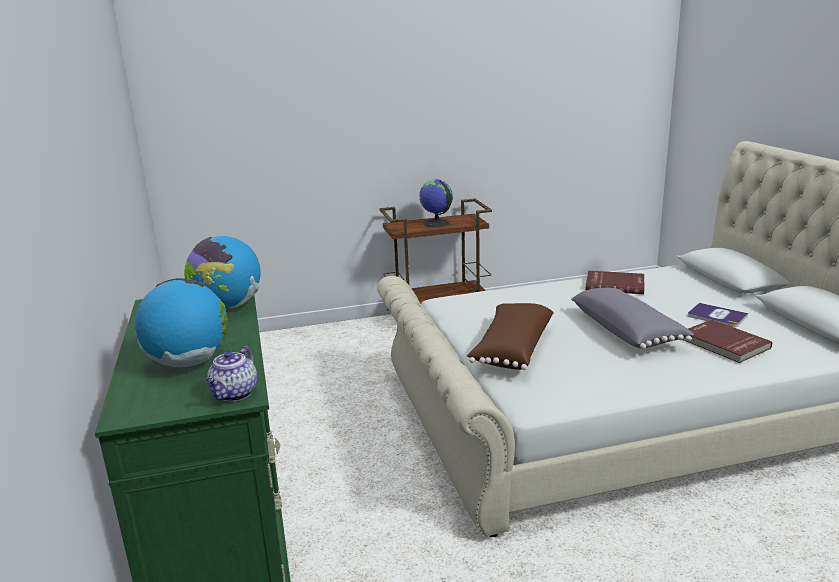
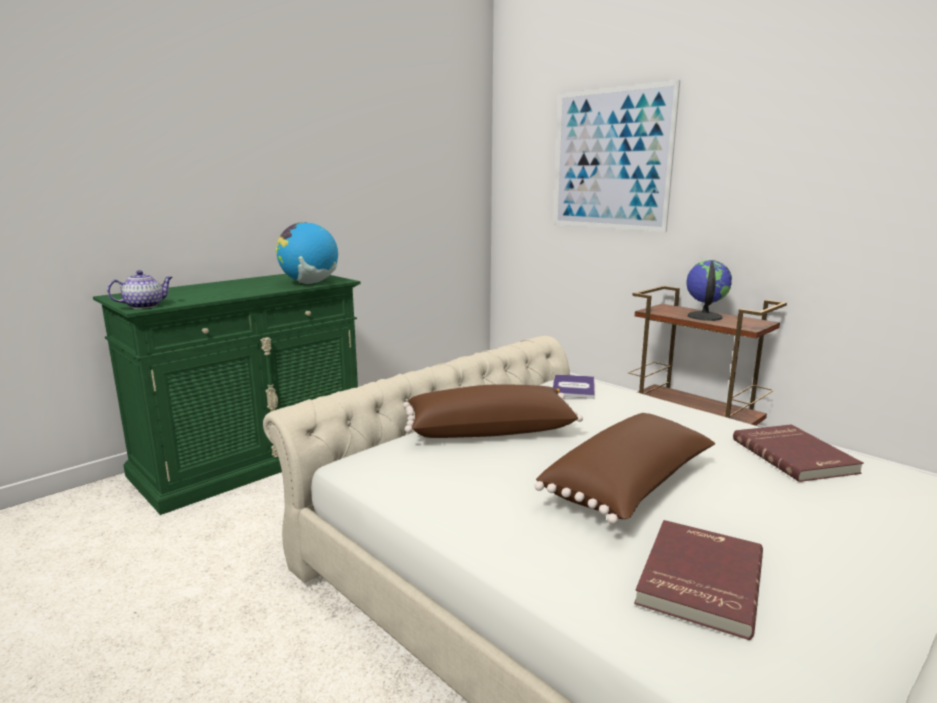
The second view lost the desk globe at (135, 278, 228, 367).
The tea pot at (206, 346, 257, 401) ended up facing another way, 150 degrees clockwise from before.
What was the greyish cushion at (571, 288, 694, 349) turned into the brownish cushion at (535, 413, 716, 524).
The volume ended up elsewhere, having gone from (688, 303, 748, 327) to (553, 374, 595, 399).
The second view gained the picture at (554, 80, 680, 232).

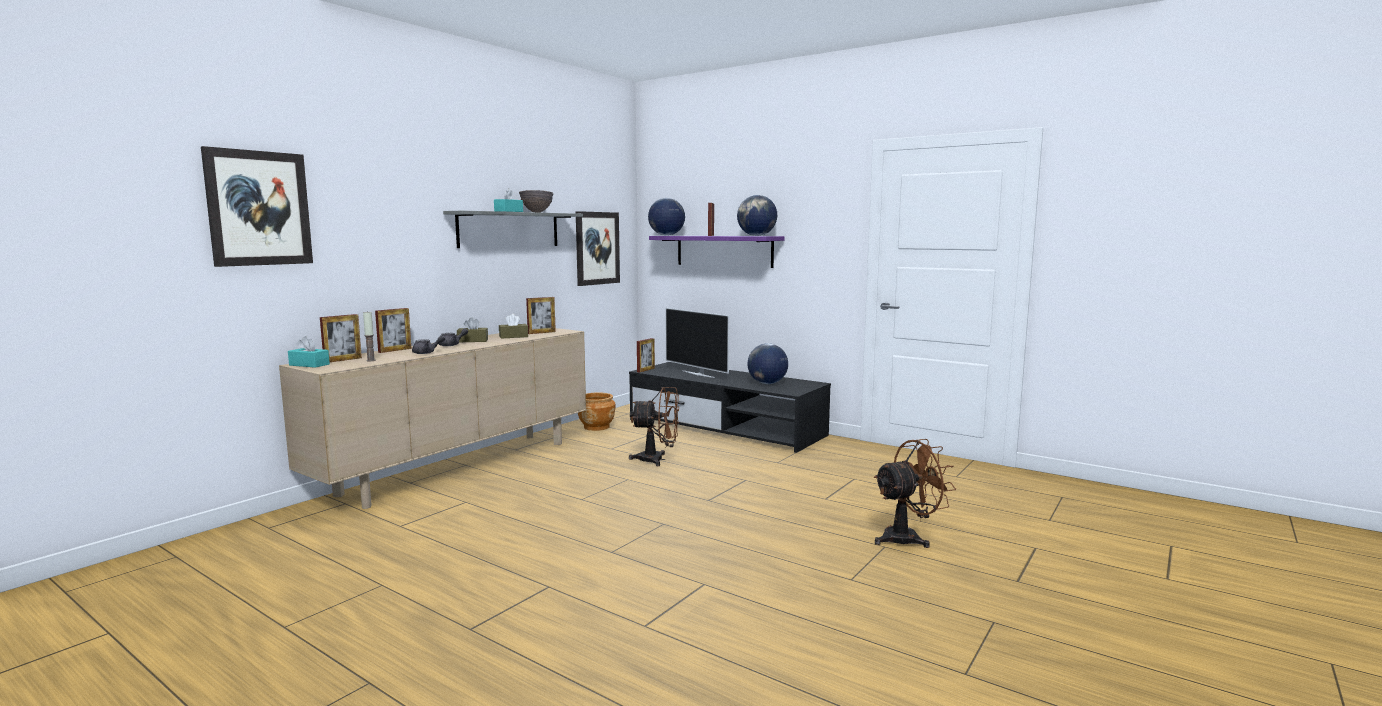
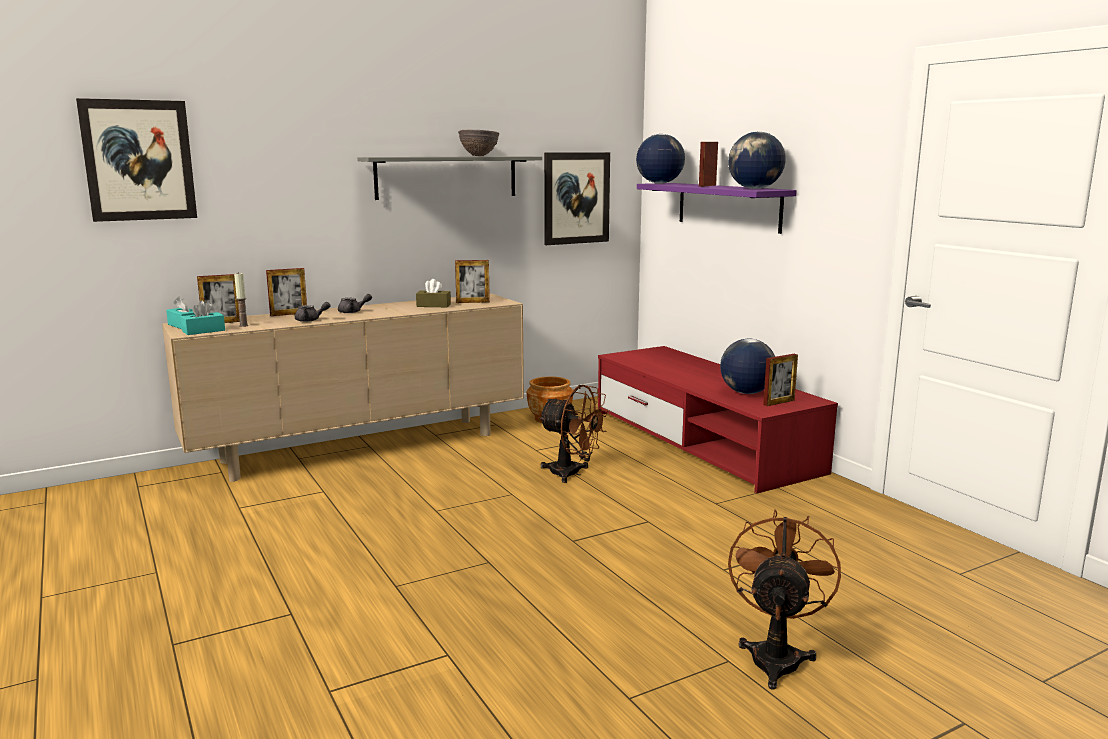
The second view lost the brownish tissue holder at (457, 317, 488, 342).
The turquoise-coloured tissue holder ended up elsewhere, having gone from (494, 188, 523, 212) to (181, 300, 225, 335).
What was the black tv stand at (629, 362, 831, 453) turned into the reddish tv stand at (598, 346, 838, 493).
The standing frame ended up elsewhere, having gone from (637, 338, 655, 372) to (763, 354, 798, 406).
The second view lost the TV set at (665, 308, 729, 378).
The brownish cooling fan at (874, 439, 956, 548) ended up facing another way, 75 degrees counterclockwise from before.

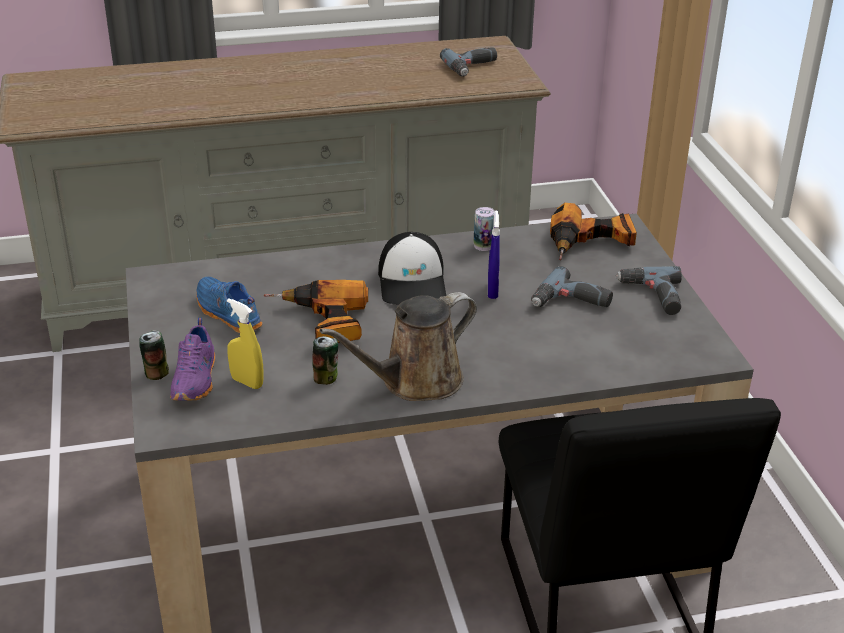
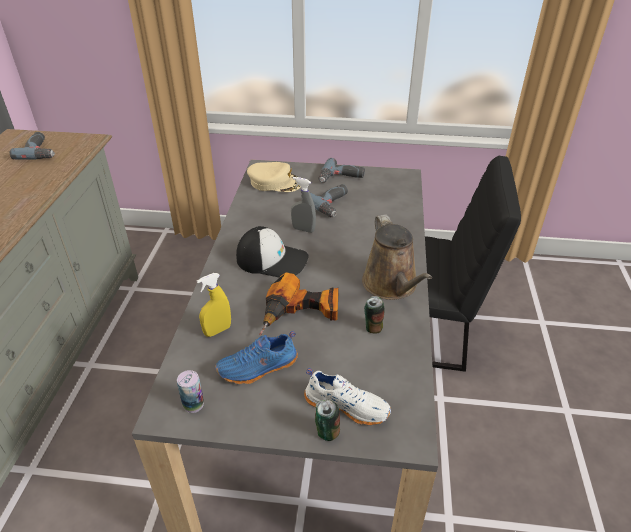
What was the purplish shoe at (170, 318, 215, 401) turned into the white-coloured shoe at (304, 368, 391, 425).
The yellow spray bottle ended up elsewhere, having gone from (227, 298, 263, 389) to (197, 273, 231, 337).
The metal can ended up elsewhere, having gone from (474, 207, 495, 251) to (177, 370, 204, 413).
What was the blue-coloured spray bottle at (488, 210, 500, 299) turned into the greyish spray bottle at (291, 177, 316, 233).
Where the power drill stood at (550, 203, 637, 260), the beige-coloured baseball cap came to stand at (247, 162, 300, 192).

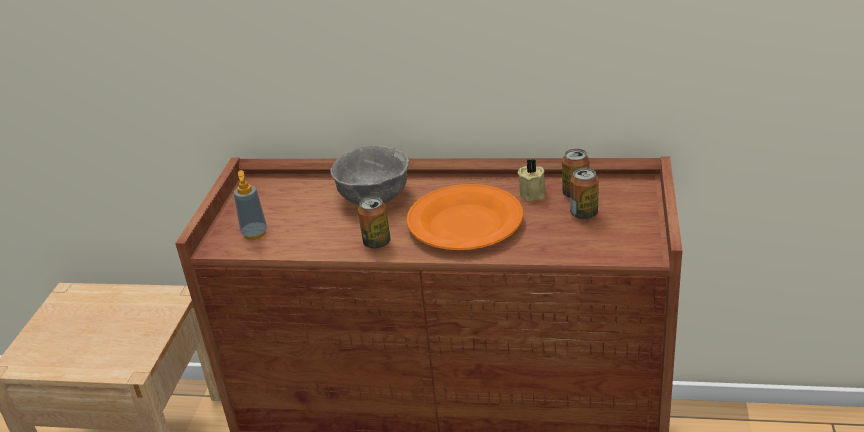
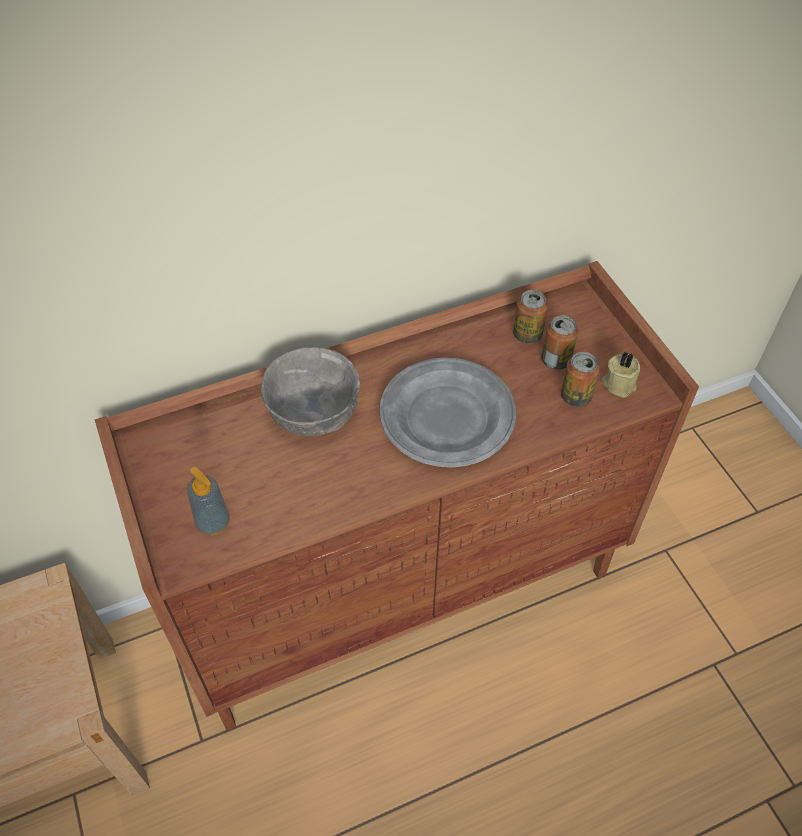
The metal can ended up elsewhere, having gone from (358, 197, 390, 249) to (561, 352, 600, 407).
What was the orange flat dish at (407, 184, 523, 250) turned into the greyish flat dish at (379, 358, 516, 467).
The beige-coloured wax light ended up elsewhere, having gone from (518, 159, 546, 201) to (602, 352, 640, 398).

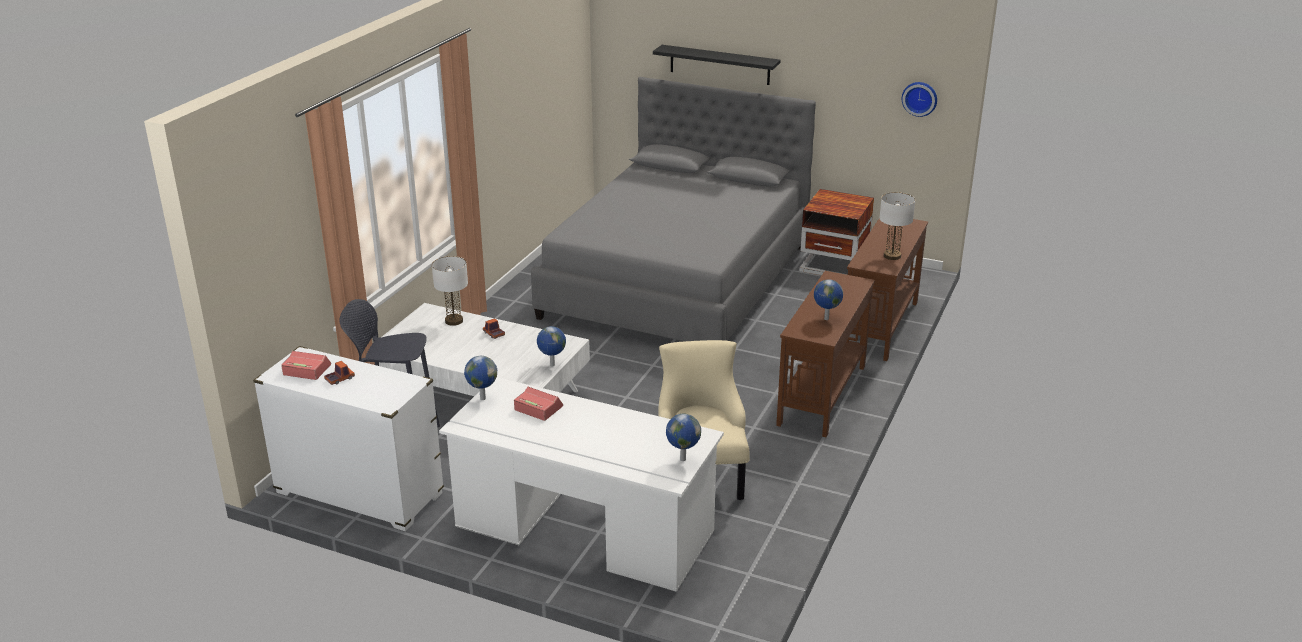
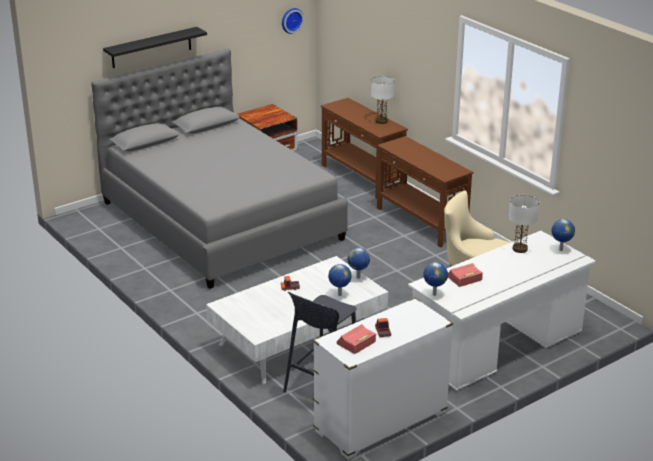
The table lamp ended up elsewhere, having gone from (432, 256, 468, 326) to (509, 195, 539, 253).
The desk globe ended up elsewhere, having gone from (814, 279, 843, 320) to (328, 264, 352, 296).

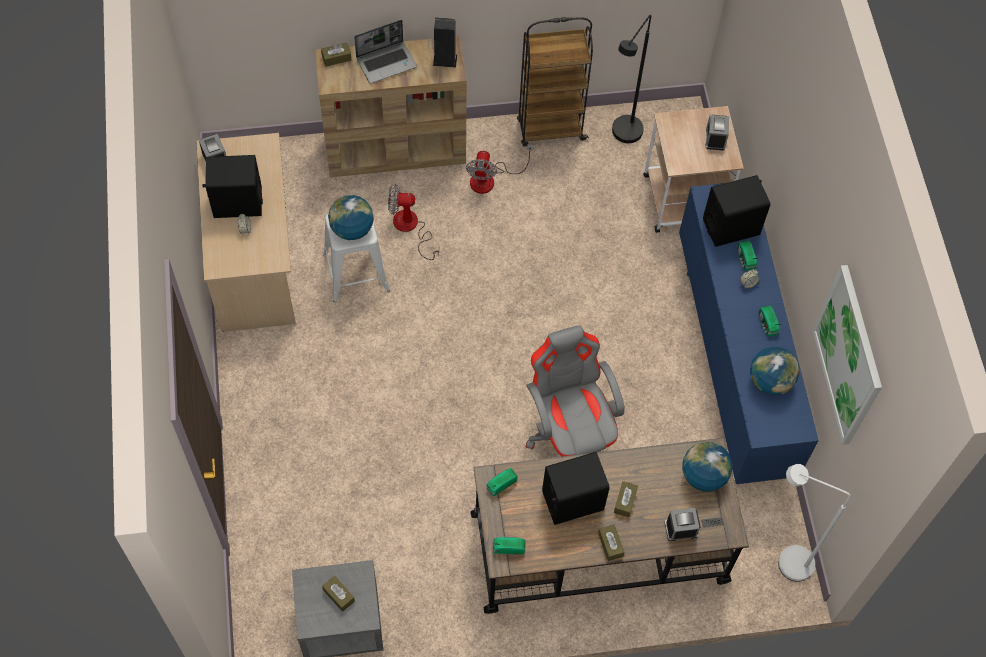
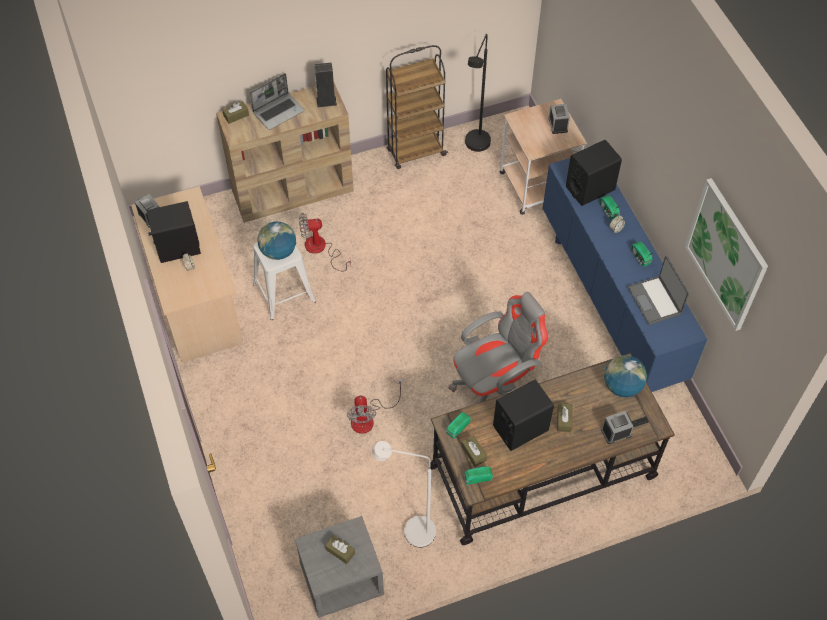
The cooling fan ended up elsewhere, having gone from (466, 144, 534, 194) to (347, 378, 403, 434).
The greyish computer chair at (525, 325, 625, 457) ended up facing another way, 90 degrees clockwise from before.
The brownish tissue holder ended up elsewhere, having gone from (598, 524, 624, 561) to (461, 435, 487, 467).
Where the desk globe stood at (750, 347, 800, 395), the notebook computer came to stand at (628, 256, 689, 325).
The white-coloured standing lamp ended up elsewhere, having gone from (778, 464, 851, 582) to (372, 441, 436, 547).

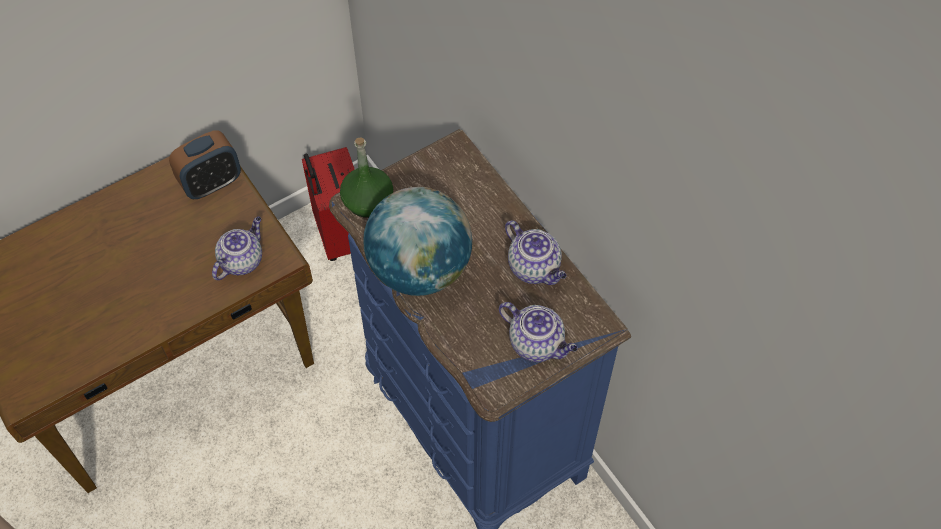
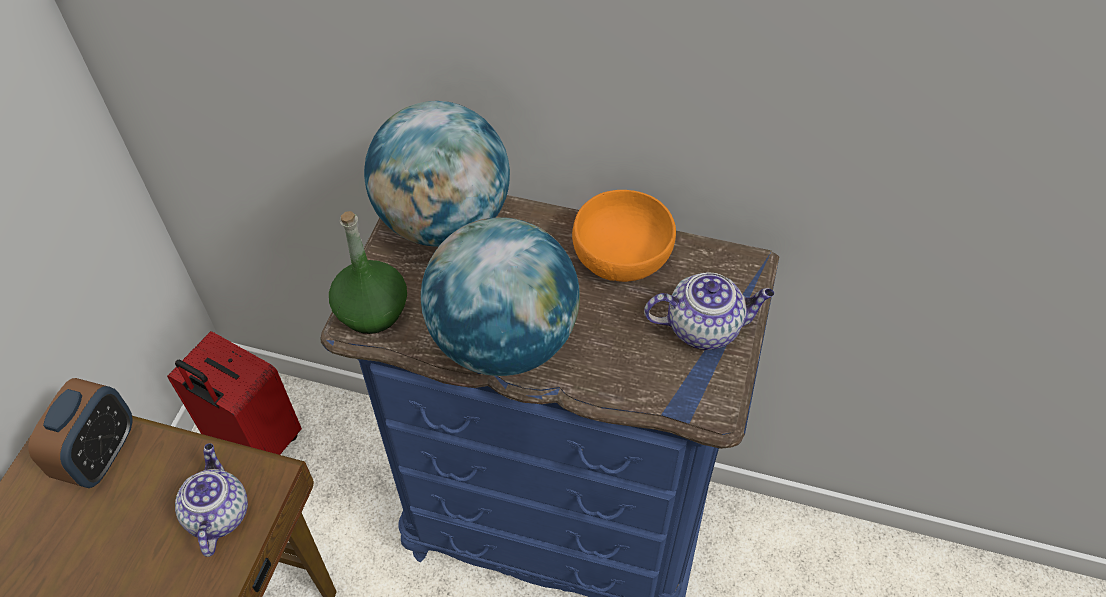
Where the tea pot stood at (505, 220, 566, 285), the orange deep dish came to stand at (572, 190, 676, 282).
The second view gained the desk globe at (364, 101, 510, 247).

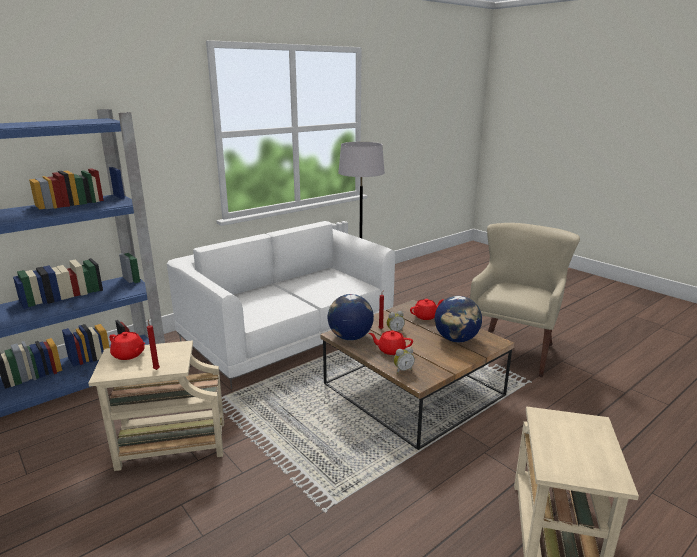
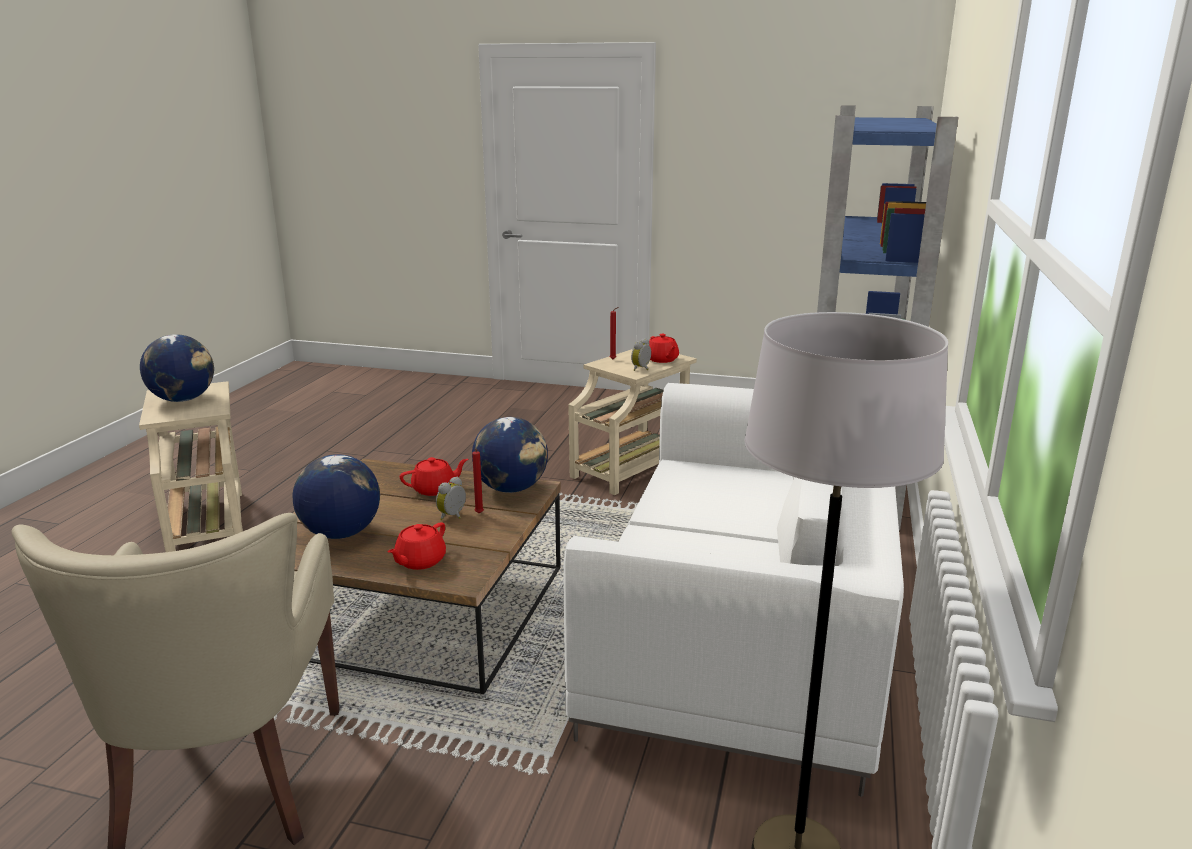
The reddish tea pot at (109, 332, 145, 360) ended up facing another way, 105 degrees counterclockwise from before.
The bedside clock ended up elsewhere, having gone from (394, 347, 415, 373) to (631, 338, 651, 371).
The second view gained the desk globe at (140, 334, 214, 402).

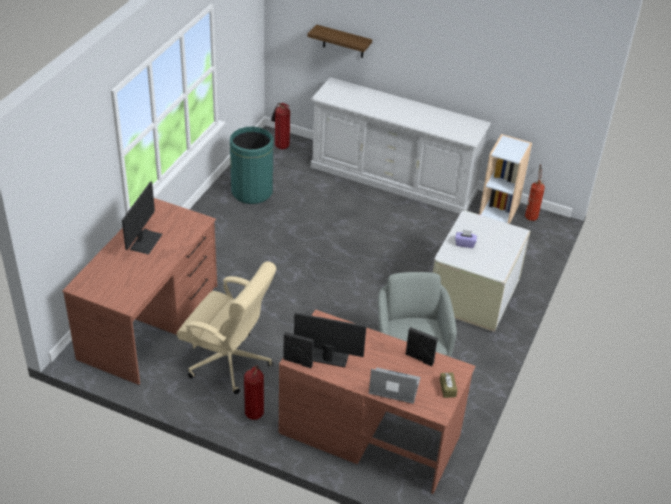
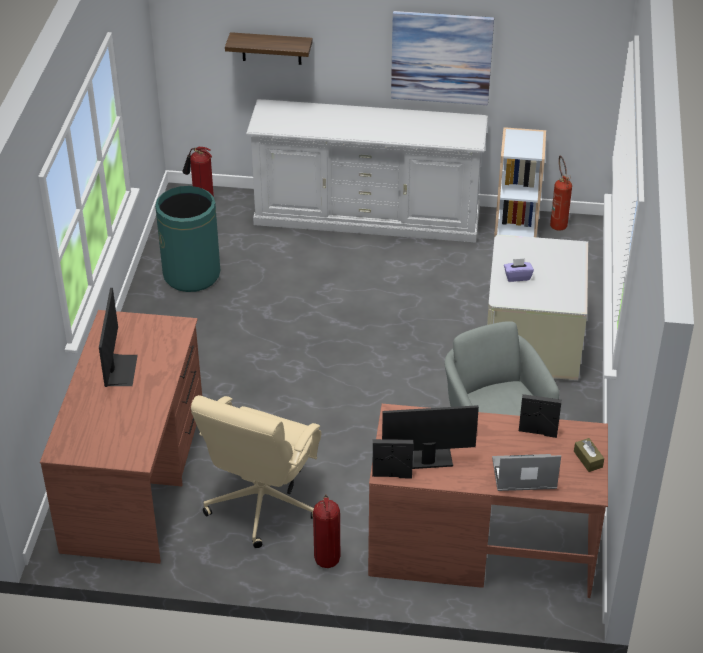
The beige-coloured computer chair at (177, 261, 276, 394) ended up facing another way, 105 degrees clockwise from before.
The second view gained the picture at (391, 11, 494, 105).

